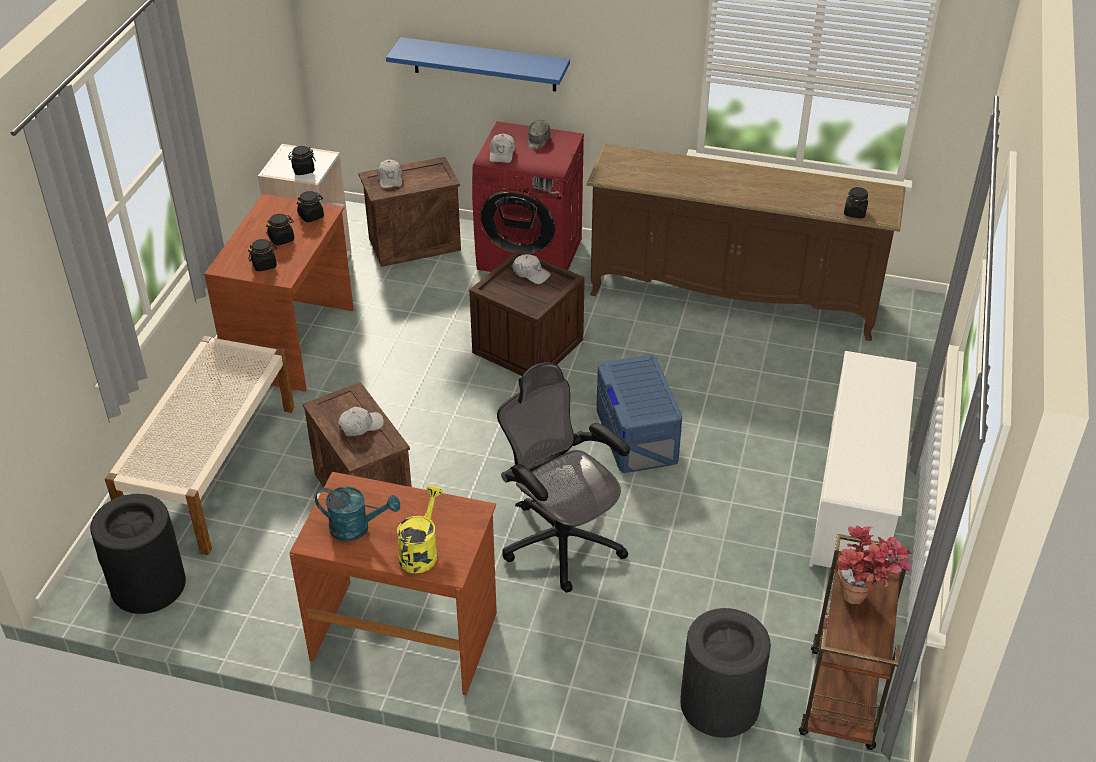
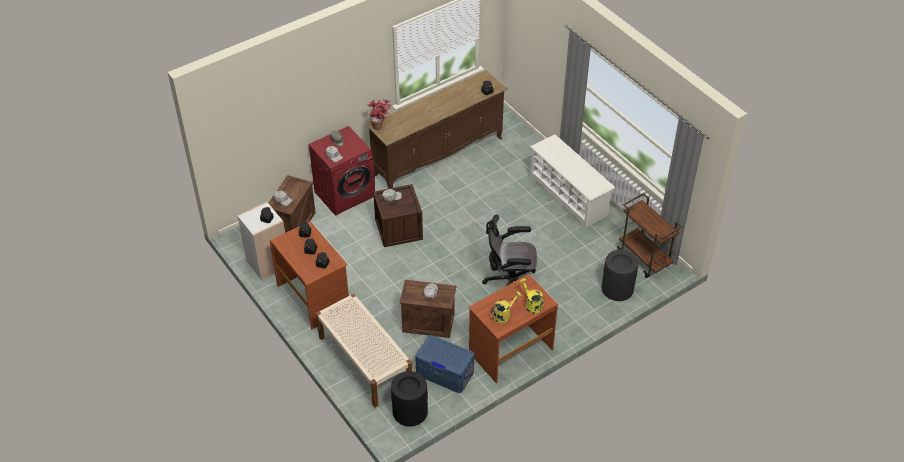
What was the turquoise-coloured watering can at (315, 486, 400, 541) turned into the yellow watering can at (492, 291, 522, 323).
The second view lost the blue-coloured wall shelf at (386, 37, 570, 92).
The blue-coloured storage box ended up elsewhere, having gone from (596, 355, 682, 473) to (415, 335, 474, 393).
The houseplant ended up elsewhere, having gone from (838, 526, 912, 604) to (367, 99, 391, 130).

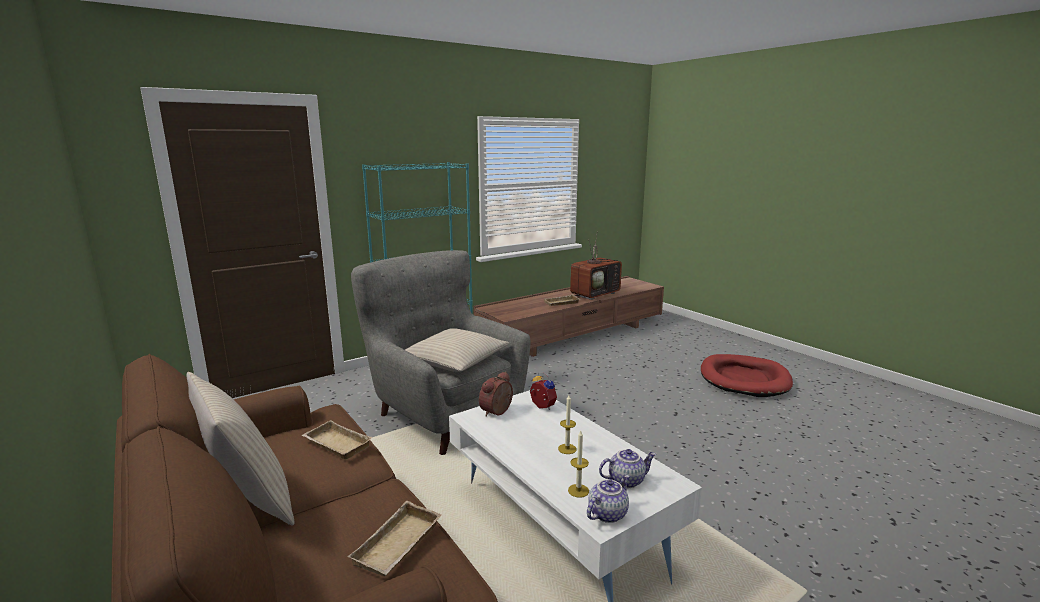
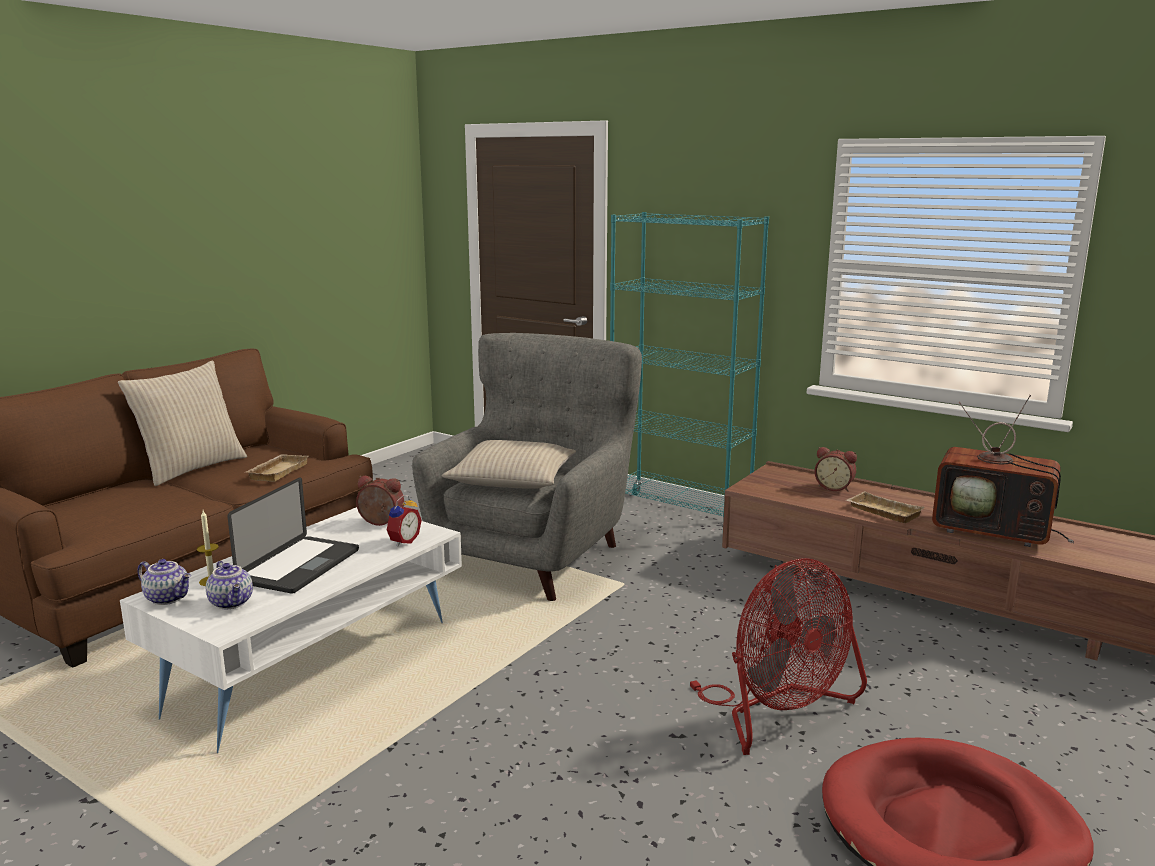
The second view lost the beige-coloured serving tray at (347, 501, 442, 576).
Where the wax light stood at (558, 395, 577, 454), the notebook computer came to stand at (227, 477, 359, 594).
The second view gained the reddish cooling fan at (690, 558, 867, 755).
The second view gained the bedside clock at (815, 447, 857, 492).

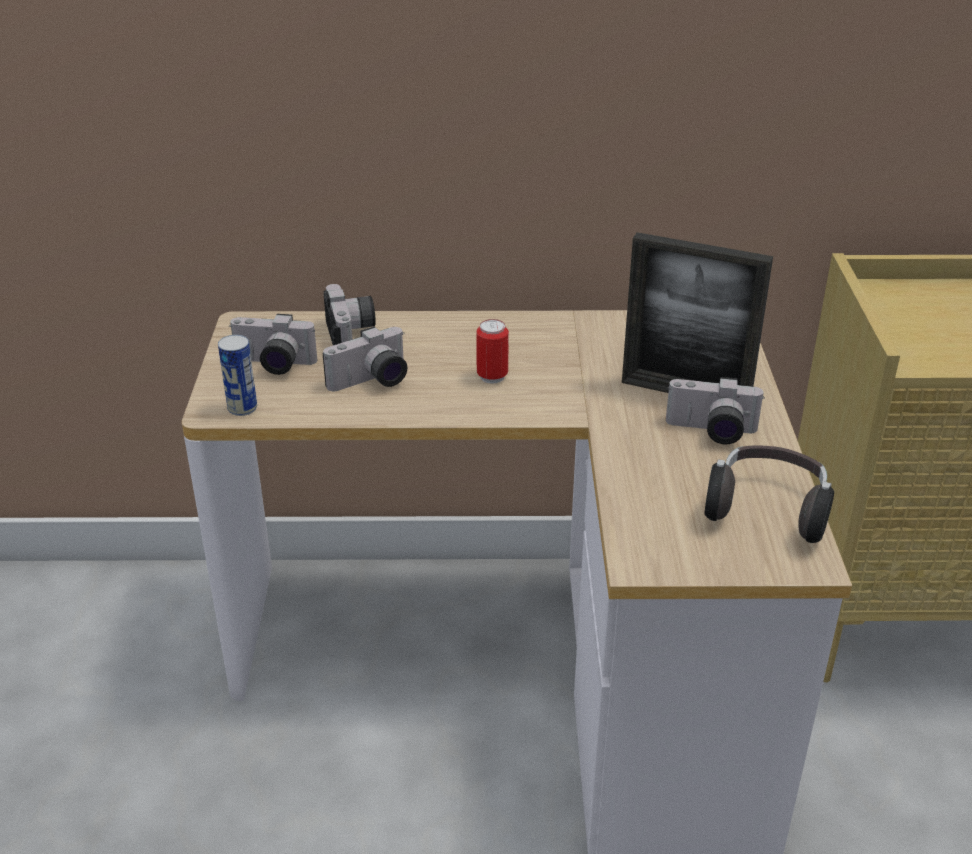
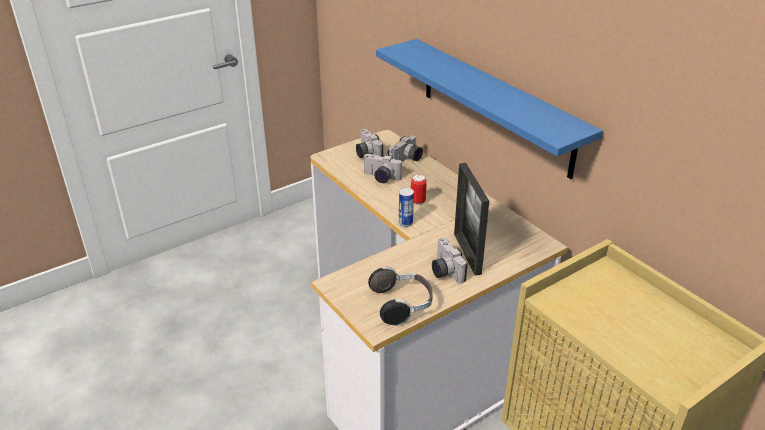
The metal can ended up elsewhere, having gone from (218, 335, 257, 416) to (399, 188, 414, 227).
The second view gained the blue-coloured wall shelf at (376, 39, 603, 179).

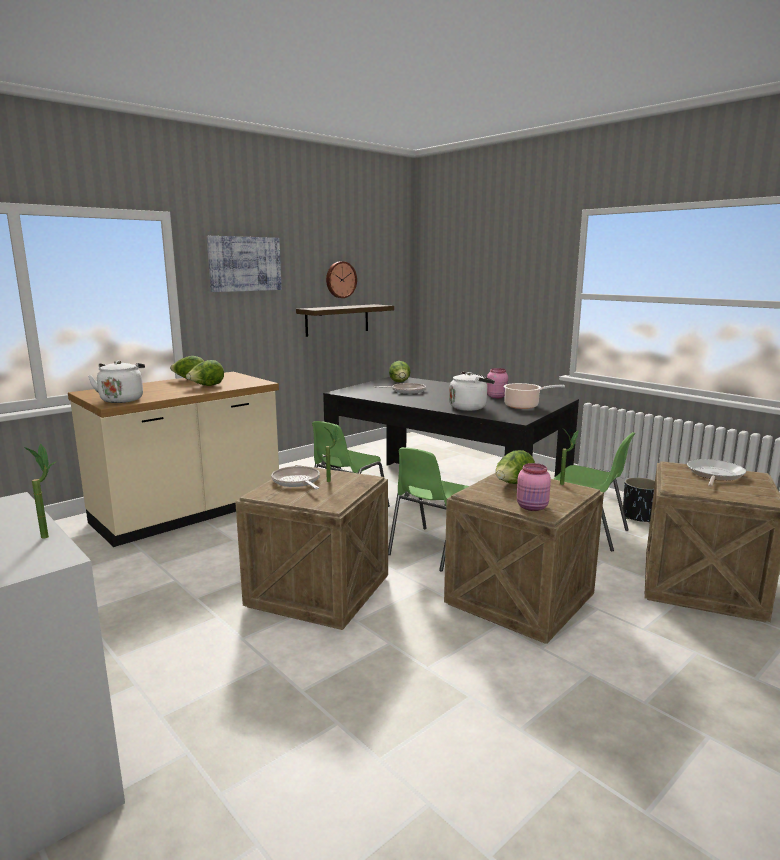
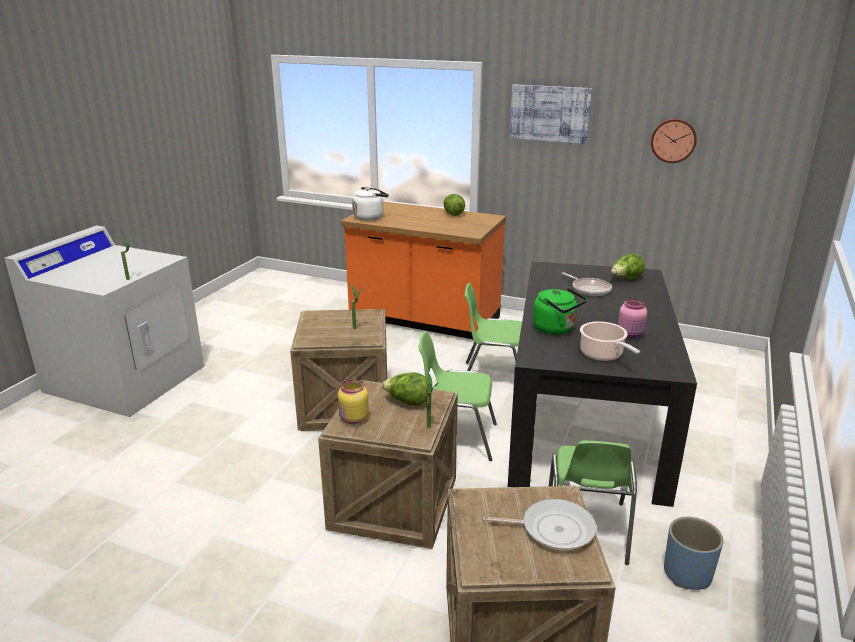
What was the beige-coloured counter at (68, 372, 279, 547) turned into the orange counter at (341, 202, 506, 339).
The second view lost the lettuce head at (186, 360, 224, 386).
The second view lost the pan at (271, 466, 320, 489).
The second view lost the wall shelf at (296, 304, 394, 337).
What was the white-coloured water kettle at (449, 372, 495, 411) turned into the greenish water kettle at (533, 288, 587, 335).
What was the pinkish preserve jar at (517, 463, 551, 511) turned into the yellow preserve jar at (338, 379, 369, 424).
What was the black planter at (623, 477, 655, 523) turned into the blue-coloured planter at (664, 517, 724, 590).

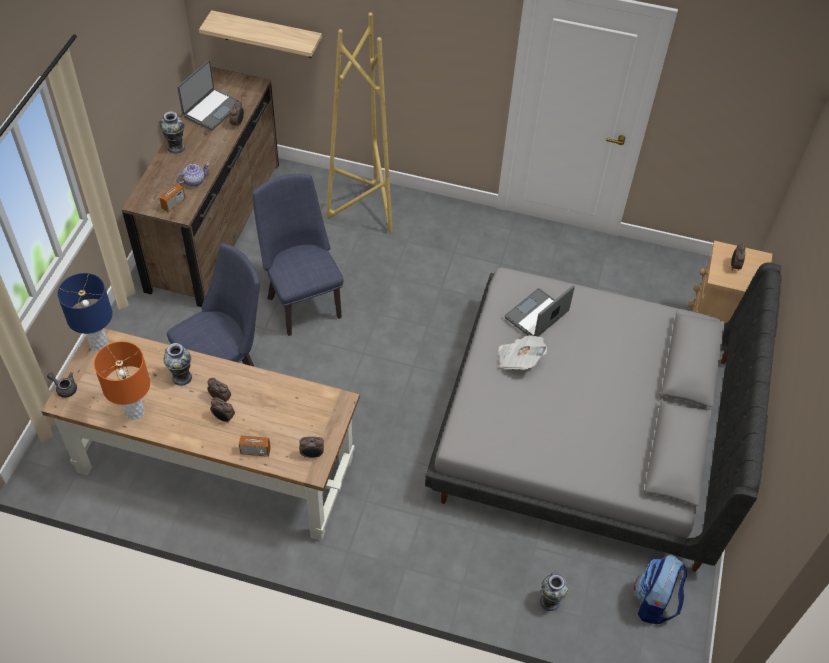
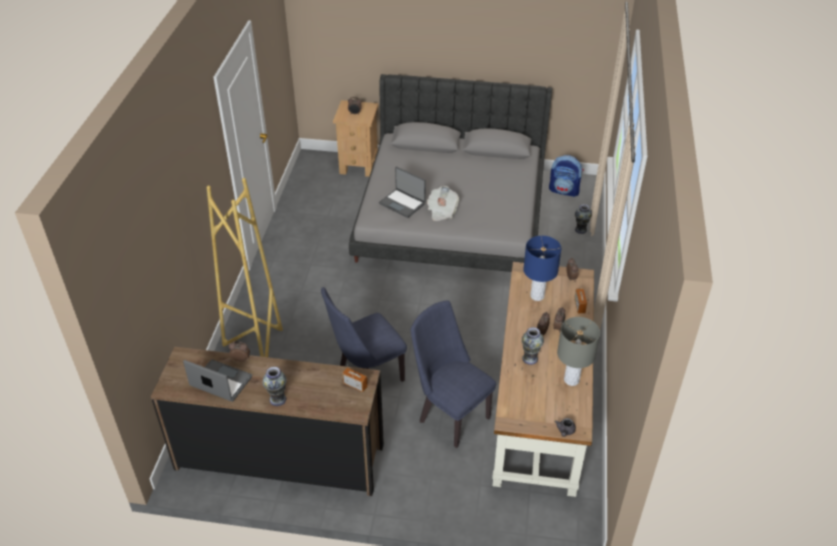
The blue-coloured table lamp ended up elsewhere, having gone from (57, 273, 113, 351) to (523, 236, 561, 301).
What was the orange table lamp at (94, 341, 150, 420) turned into the greyish table lamp at (557, 317, 600, 386).
The second view lost the tea pot at (176, 163, 210, 187).
The second view lost the wall shelf at (199, 10, 322, 58).

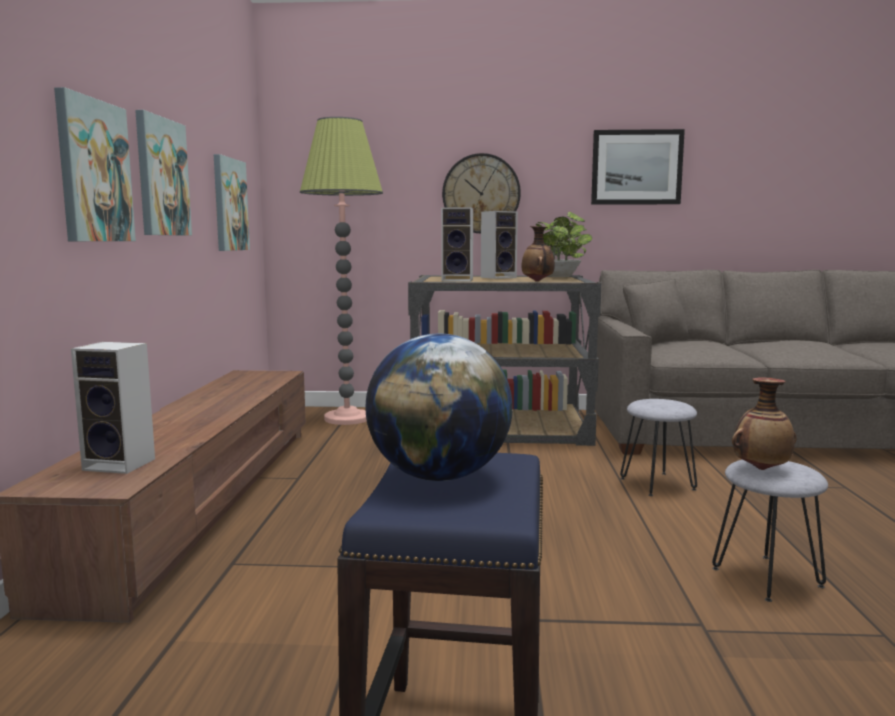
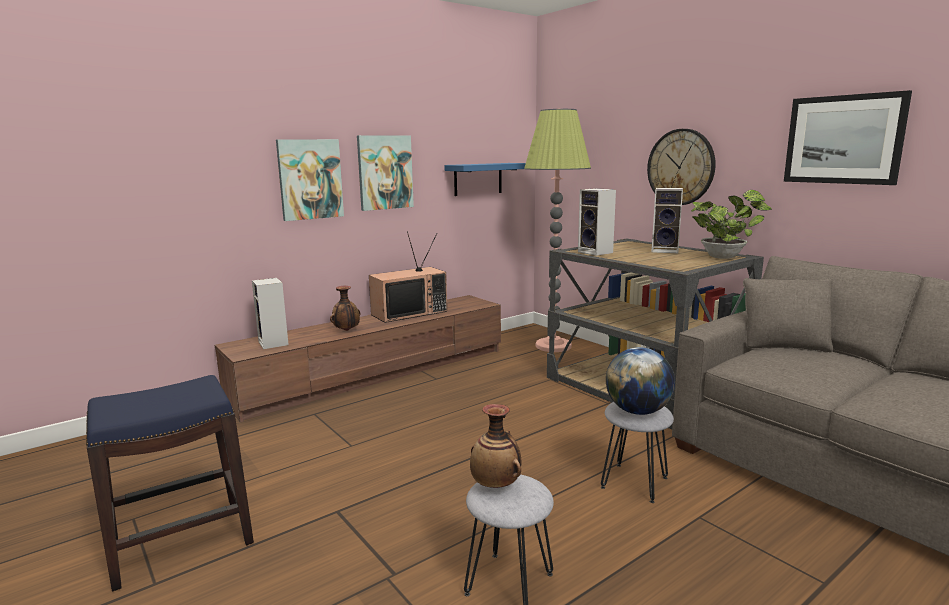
Where the picture hung at (214, 154, 250, 251), the blue-coloured wall shelf came to hang at (444, 163, 526, 196).
The desk globe ended up elsewhere, having gone from (366, 333, 513, 481) to (606, 347, 675, 415).
The flower vase ended up elsewhere, having gone from (521, 226, 555, 282) to (330, 286, 360, 331).
The second view gained the TV set at (369, 231, 447, 323).

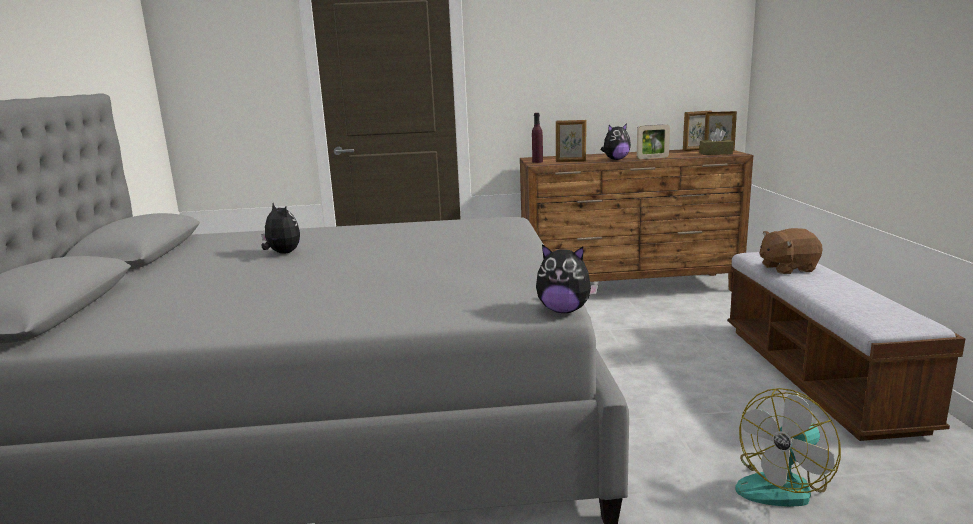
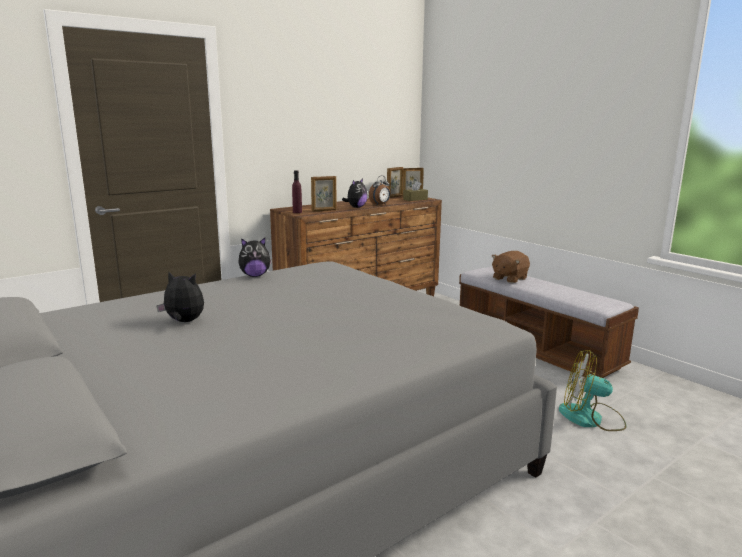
The soft toy ended up elsewhere, having gone from (536, 244, 598, 313) to (238, 238, 272, 277).
Where the standing frame stood at (637, 124, 670, 159), the bedside clock came to stand at (369, 176, 390, 206).
The cooling fan at (735, 388, 841, 507) ended up facing another way, 90 degrees clockwise from before.

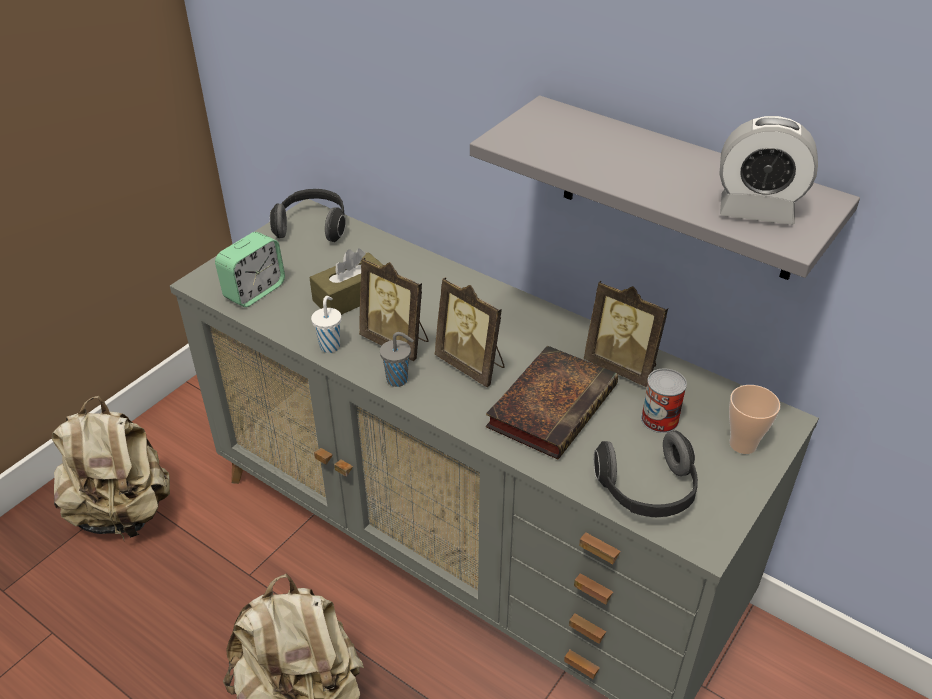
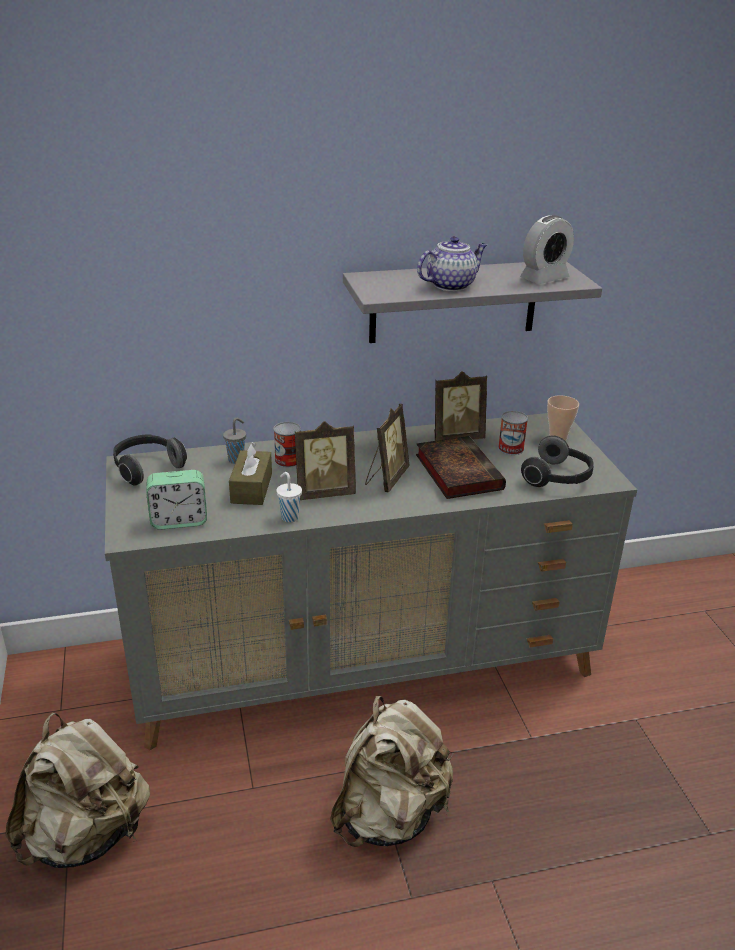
The bedside clock at (215, 232, 285, 307) ended up facing another way, 90 degrees clockwise from before.
The greyish cup ended up elsewhere, having gone from (380, 332, 414, 387) to (223, 418, 246, 464).
The standing frame at (435, 277, 505, 387) ended up facing another way, 60 degrees counterclockwise from before.
The second view gained the metal can at (273, 422, 301, 468).
The second view gained the tea pot at (417, 236, 487, 291).

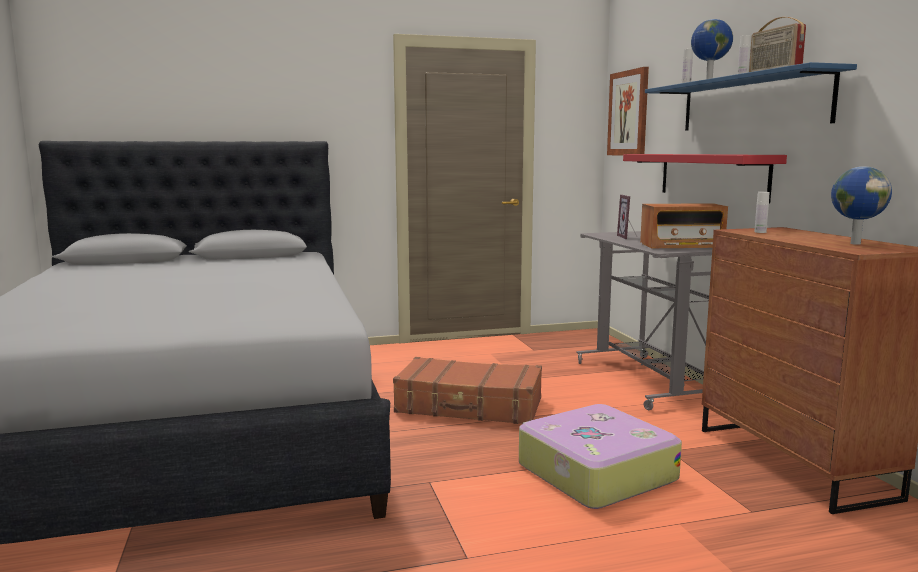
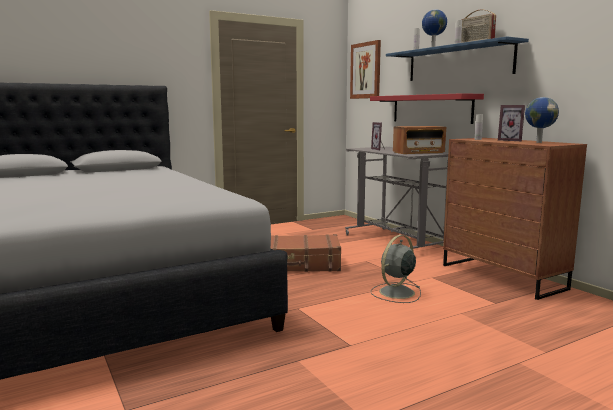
Where the piece of luggage stood at (519, 404, 682, 509), the greyish cooling fan came to stand at (371, 235, 421, 303).
The second view gained the standing frame at (498, 105, 525, 141).

